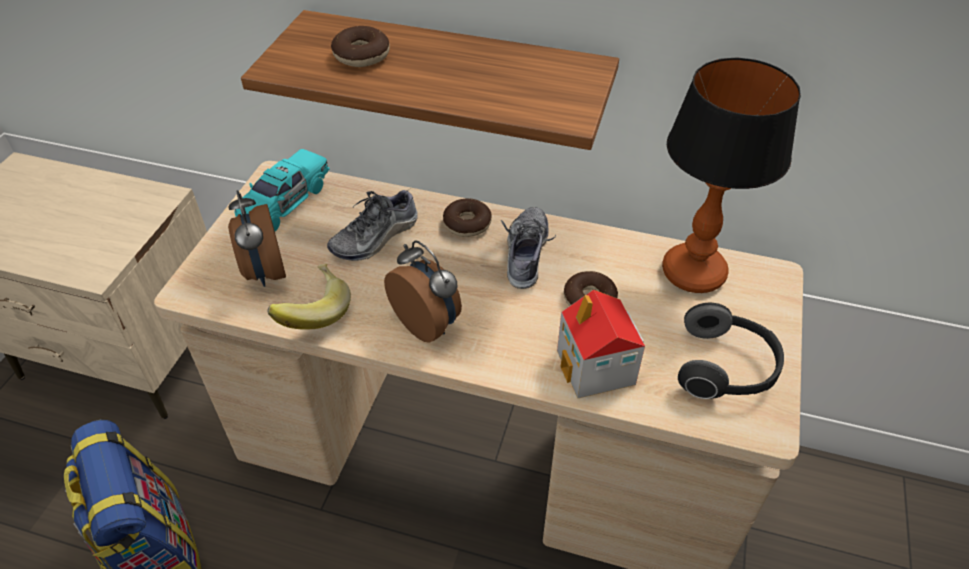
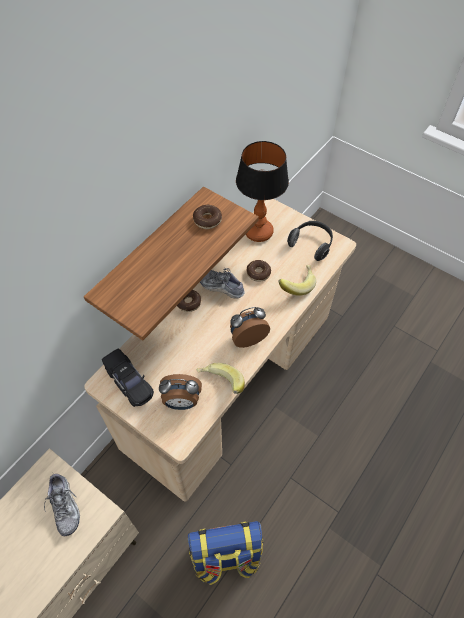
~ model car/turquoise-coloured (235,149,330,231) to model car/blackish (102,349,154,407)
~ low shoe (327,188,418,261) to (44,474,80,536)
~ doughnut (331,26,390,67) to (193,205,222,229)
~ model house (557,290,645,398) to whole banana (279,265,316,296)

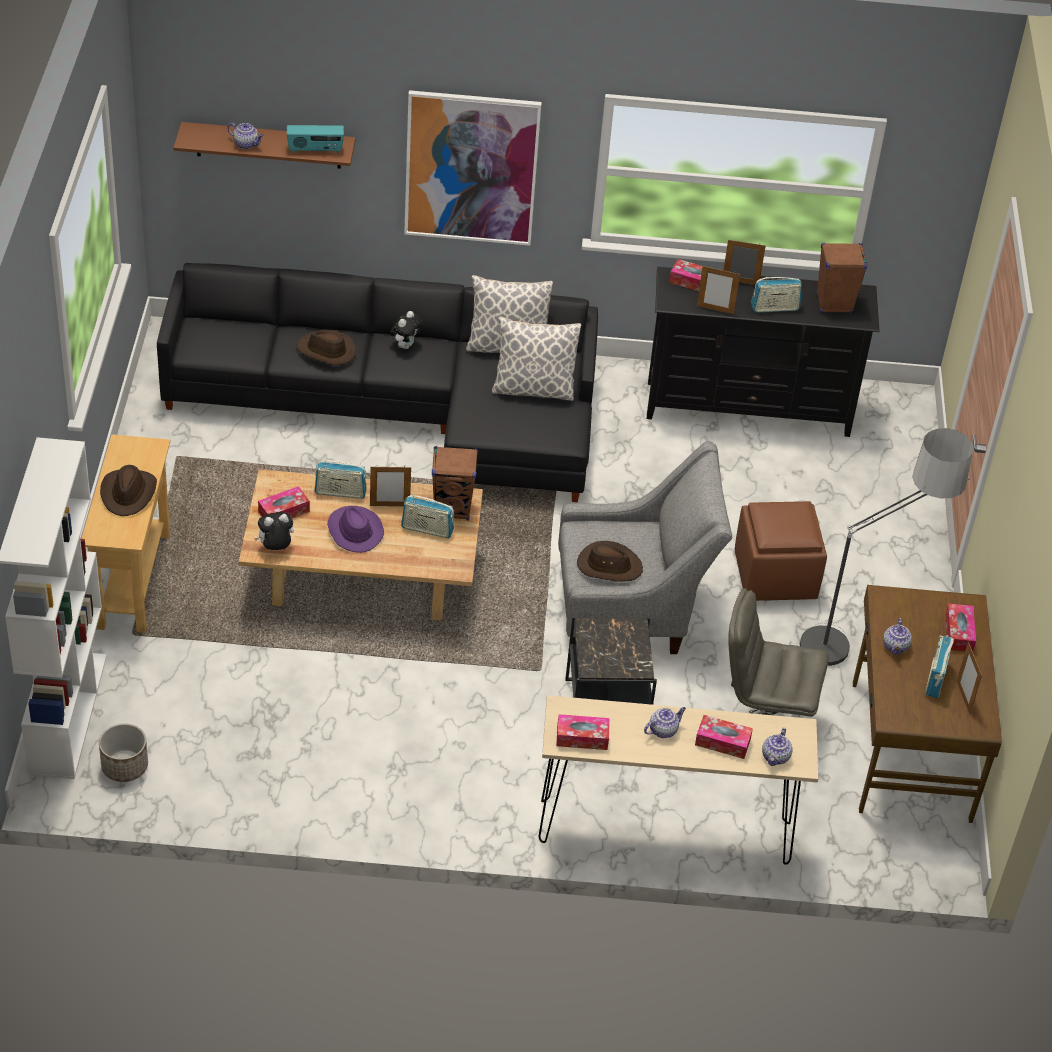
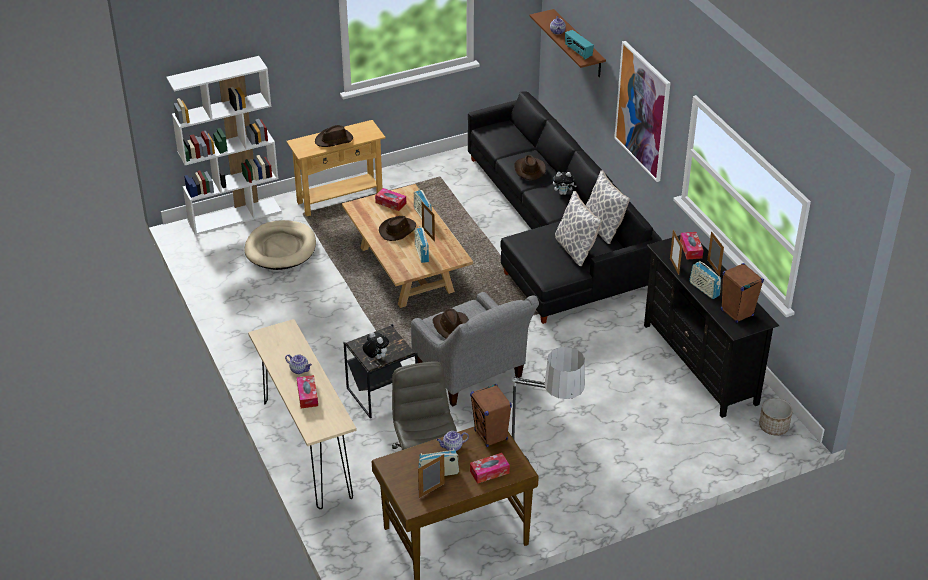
~ plant pot (99,723,148,782) to (759,398,793,436)
~ plush toy (254,512,294,550) to (363,332,389,359)
~ wearable hat/purplish (327,506,384,553) to wearable hat/brown (379,216,416,241)
~ audio speaker/brown (432,446,478,520) to (470,384,512,447)
- tissue box (556,714,610,750)
- ottoman/brown (735,501,827,601)
- pot for tea (762,728,792,766)
+ pet bed/sand-coloured (244,220,316,270)

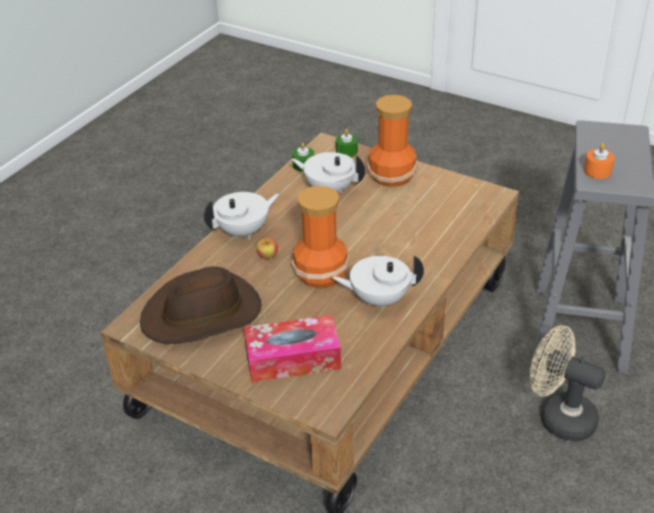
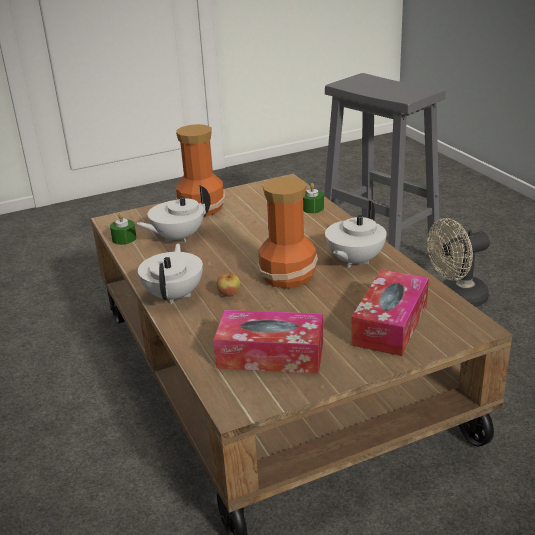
~ wearable hat/brown (140,267,262,344) to tissue box (214,310,323,374)
~ wax candle/green (336,129,358,157) to (303,183,324,213)
- wax candle/orange-coloured (584,143,615,179)

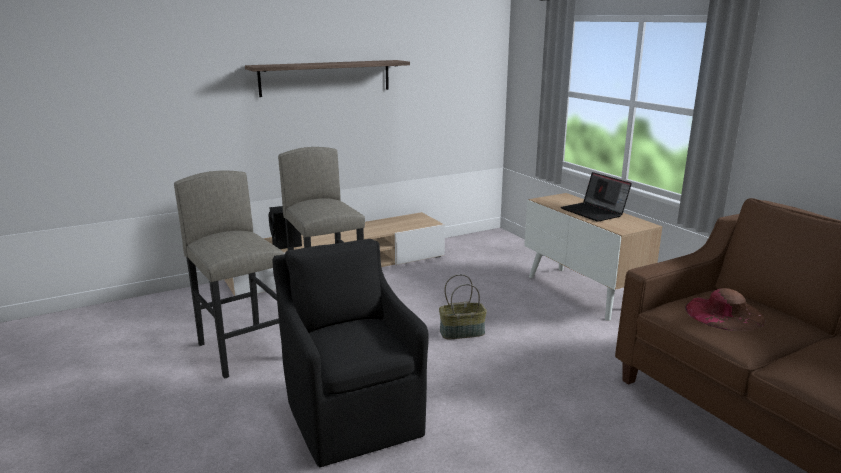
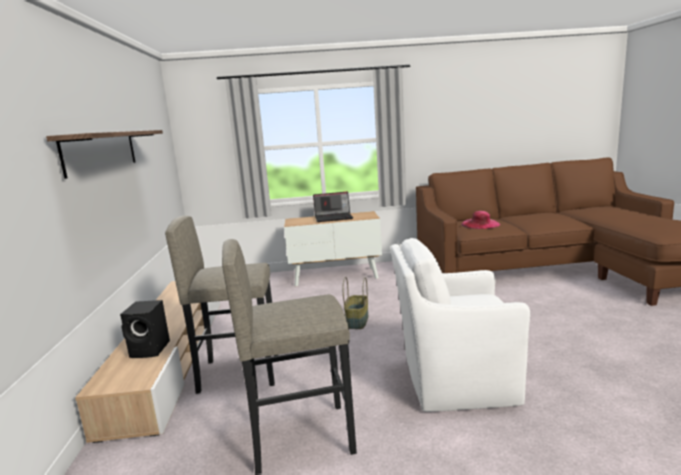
~ easy chair/blackish (273,239,429,467) to easy chair/white-coloured (391,238,530,412)
~ wearable hat/brown (685,288,765,331) to wearable hat/pink-coloured (461,211,500,229)

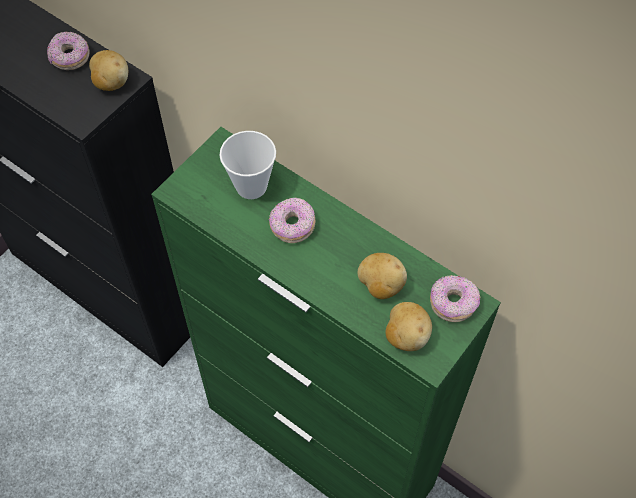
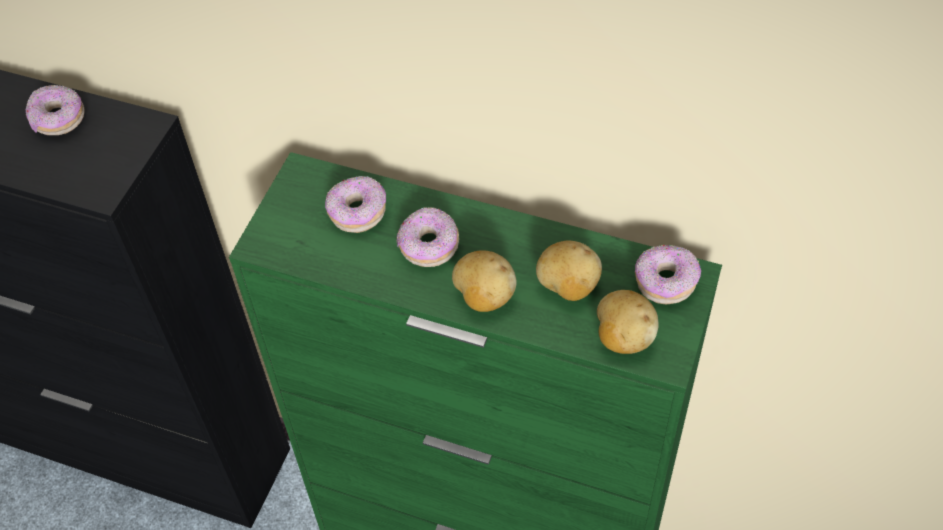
~ spud (89,50,128,91) to (452,250,517,312)
~ drinking cup (219,131,276,199) to doughnut (325,176,386,233)

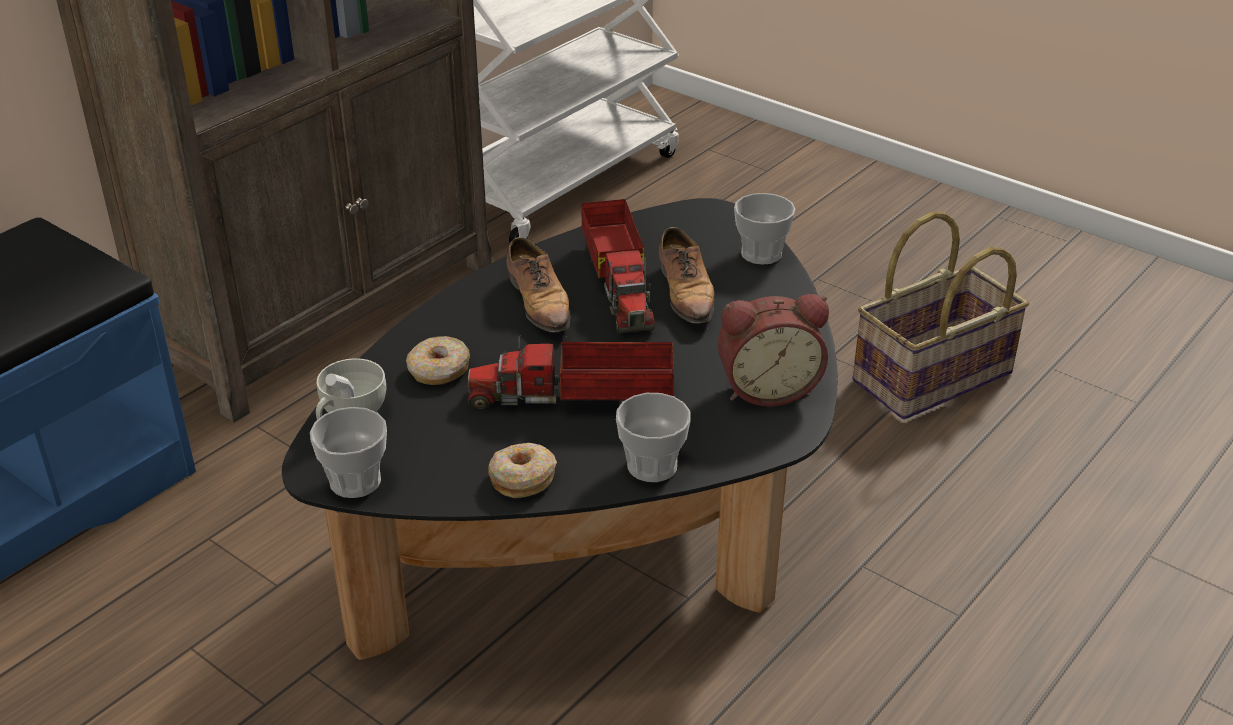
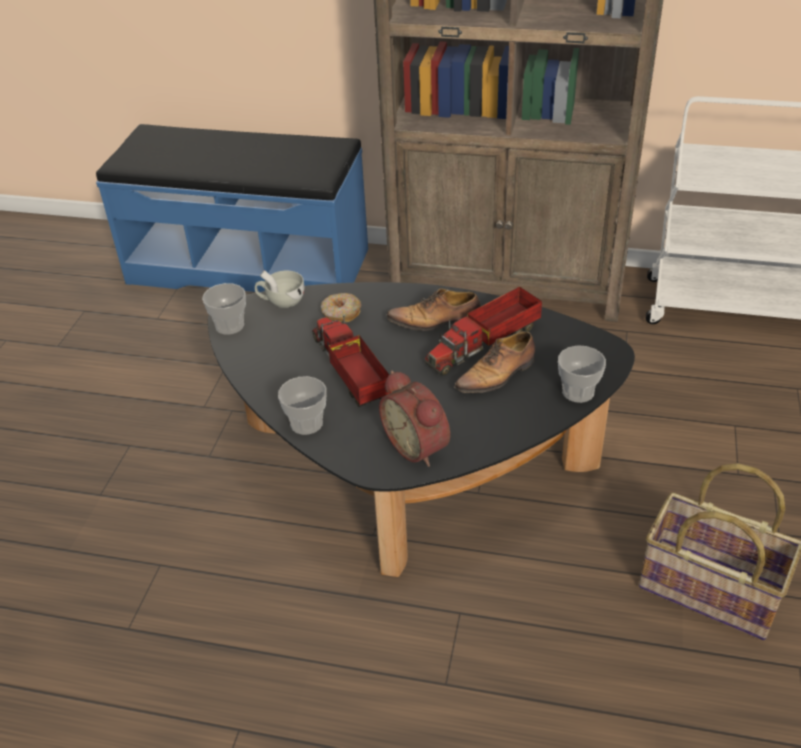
- doughnut (488,443,557,498)
~ low shoe (507,237,571,333) = (387,288,481,331) 45 degrees clockwise

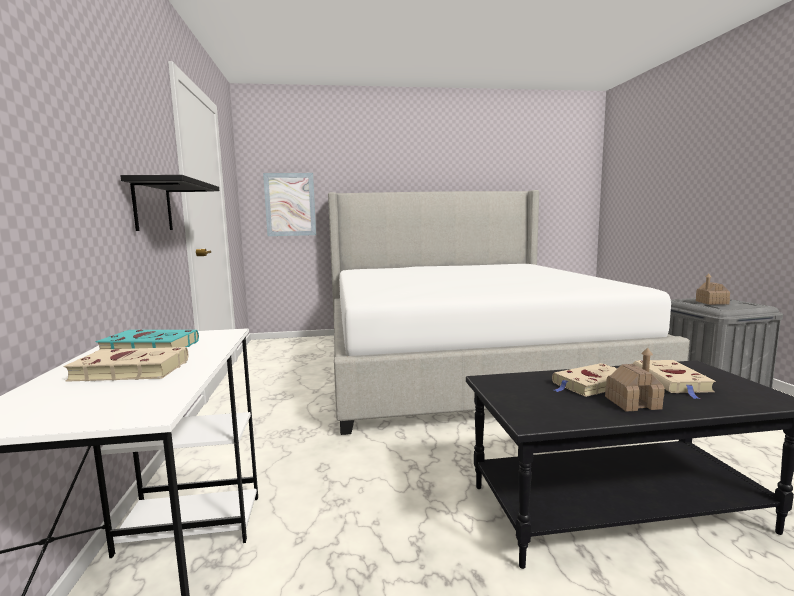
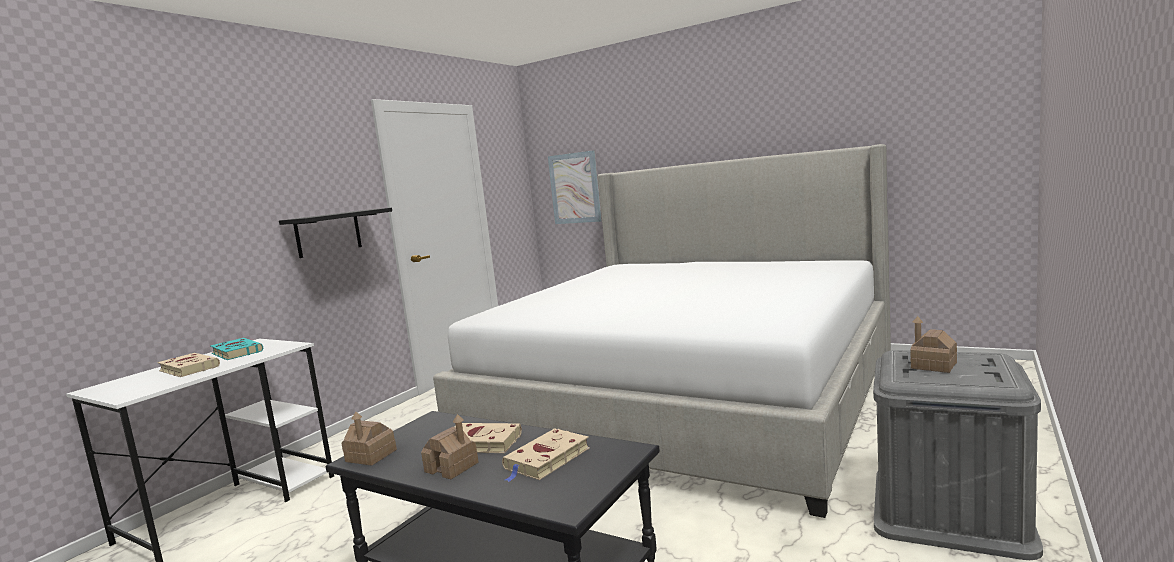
+ model house (341,411,397,466)

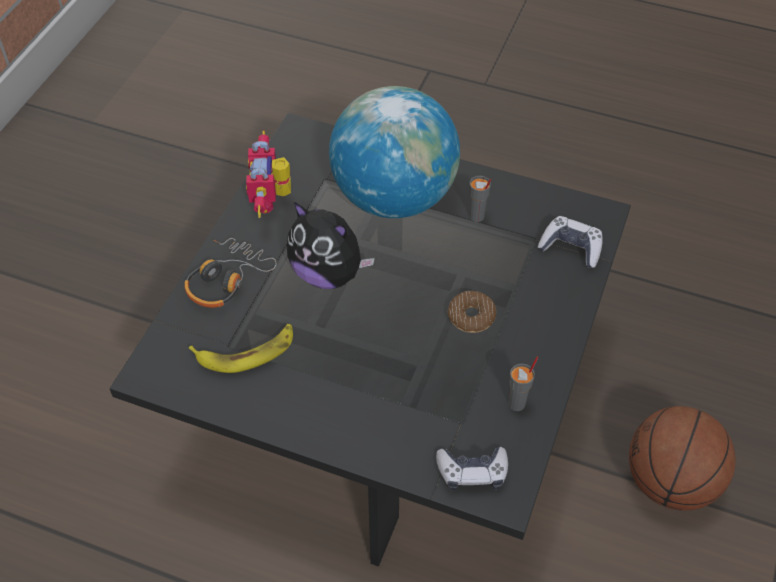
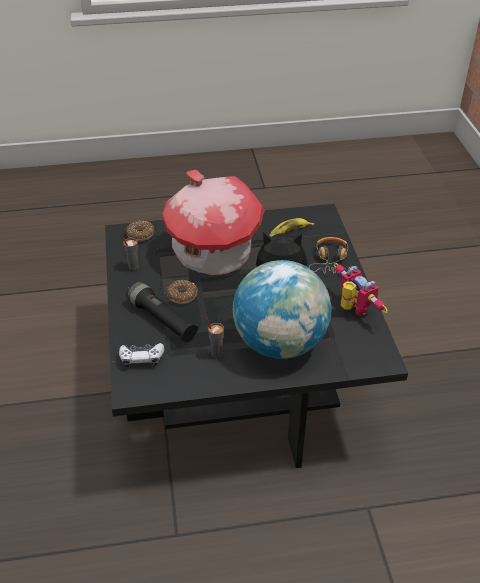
~ joypad (436,447,508,491) to doughnut (126,221,154,241)
- basketball (629,406,735,511)
+ hand torch/blackish (126,281,199,342)
+ model house (163,170,265,275)

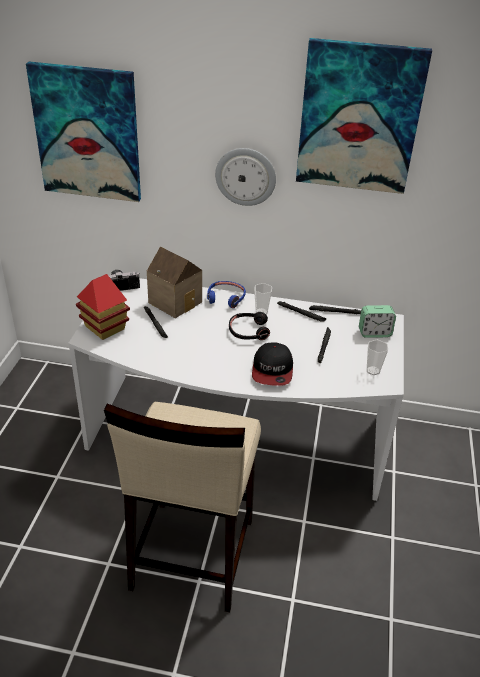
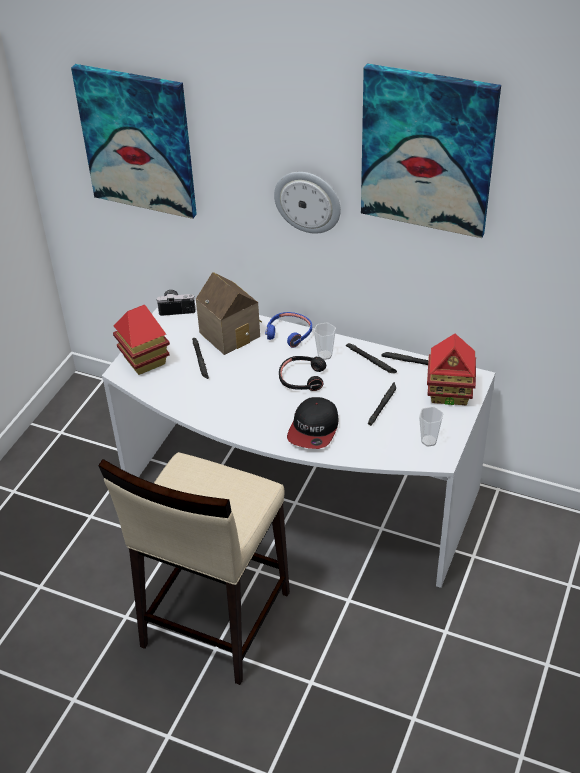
~ alarm clock (359,305,396,338) to model house (427,334,476,405)

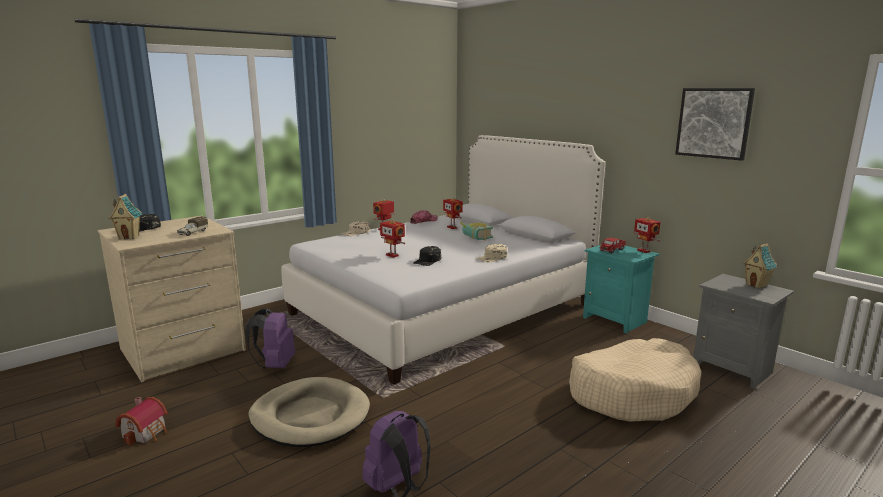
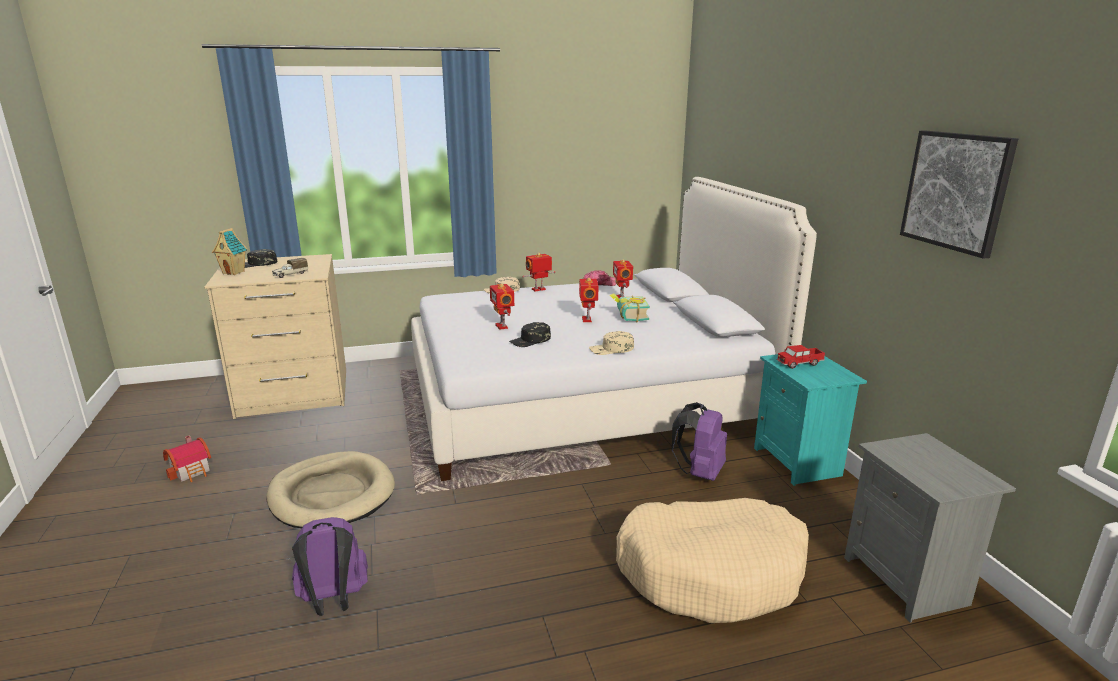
~ knapsack/purplish (245,308,296,368) to (672,402,727,481)
~ toy robot (634,217,660,253) to (579,278,598,322)
- model house (743,244,777,289)

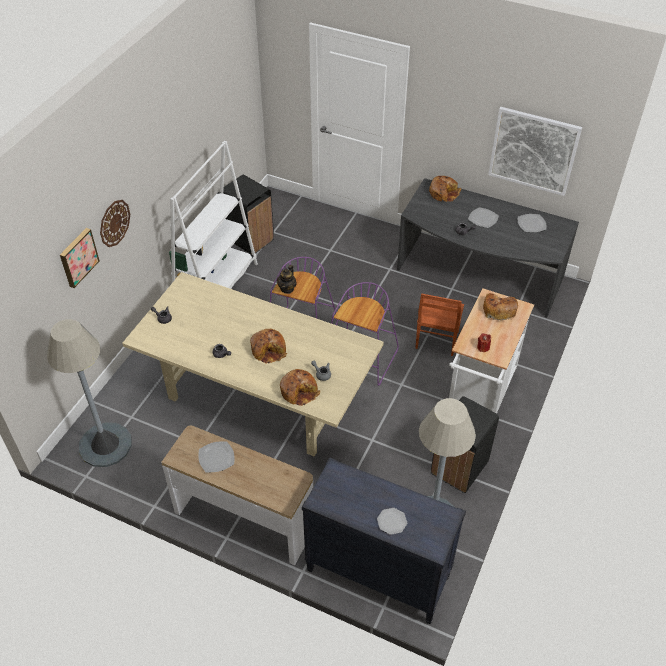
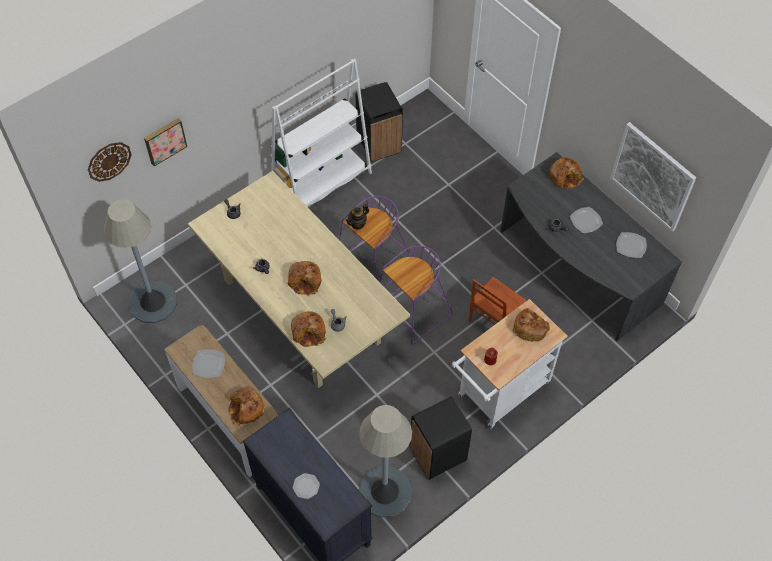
~ hanging clock (100,200,130,247) to (88,142,132,182)
+ bread (228,386,265,426)

